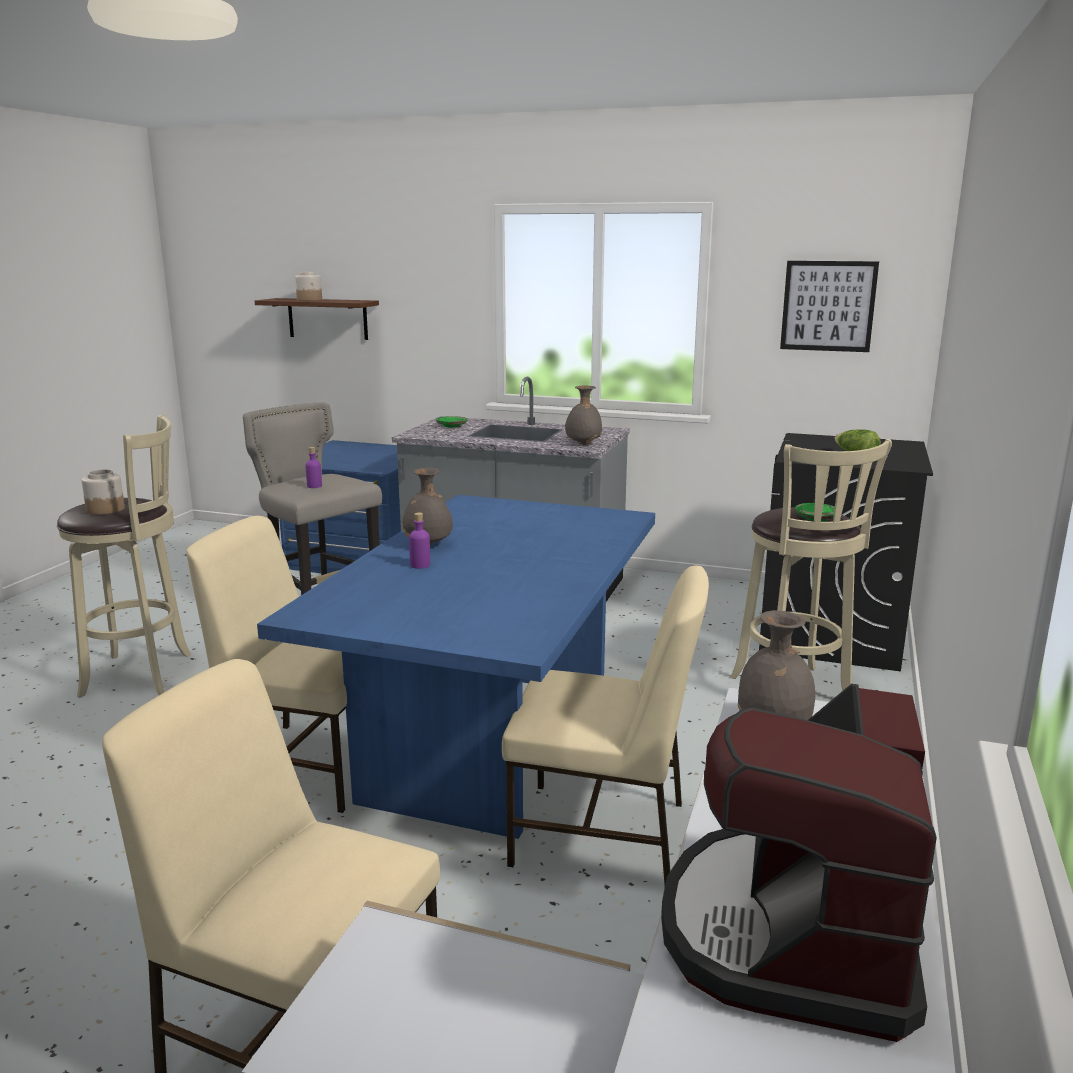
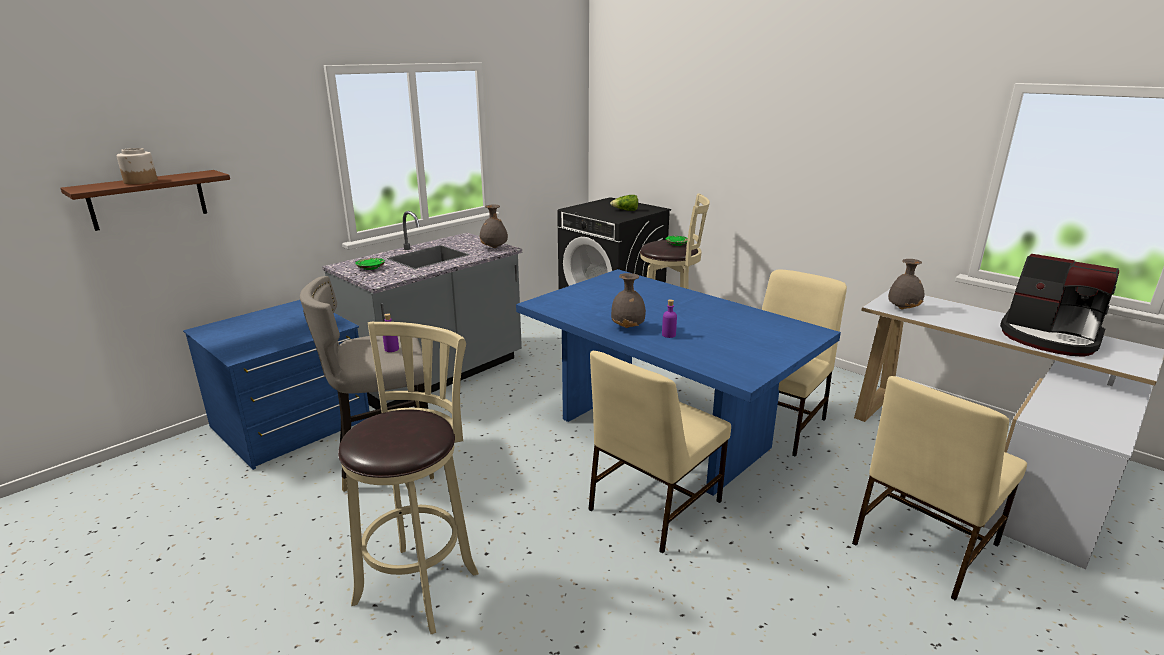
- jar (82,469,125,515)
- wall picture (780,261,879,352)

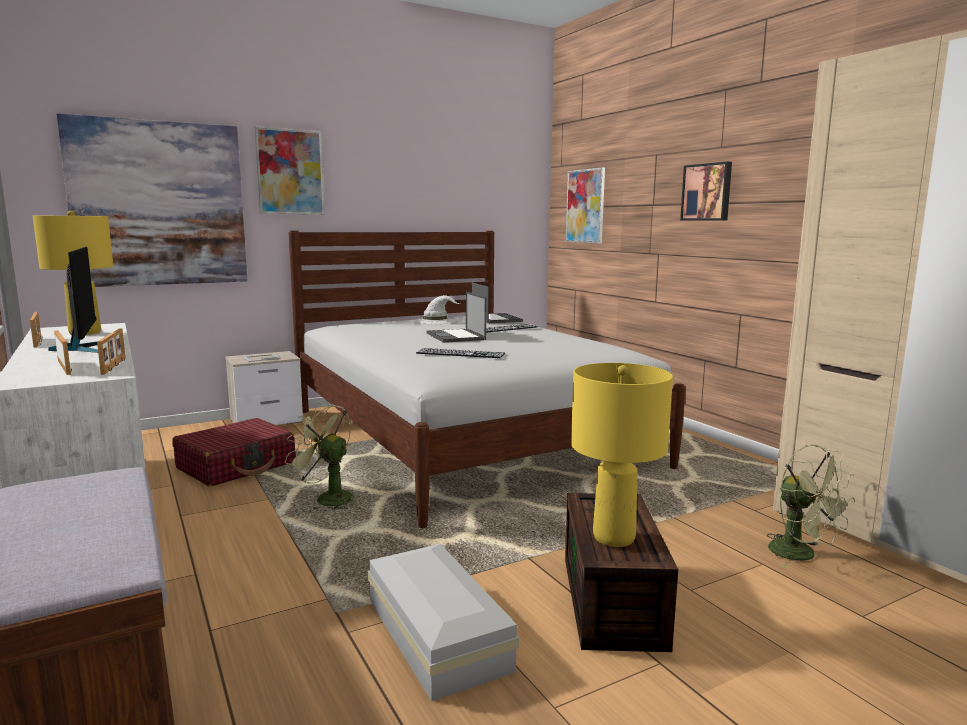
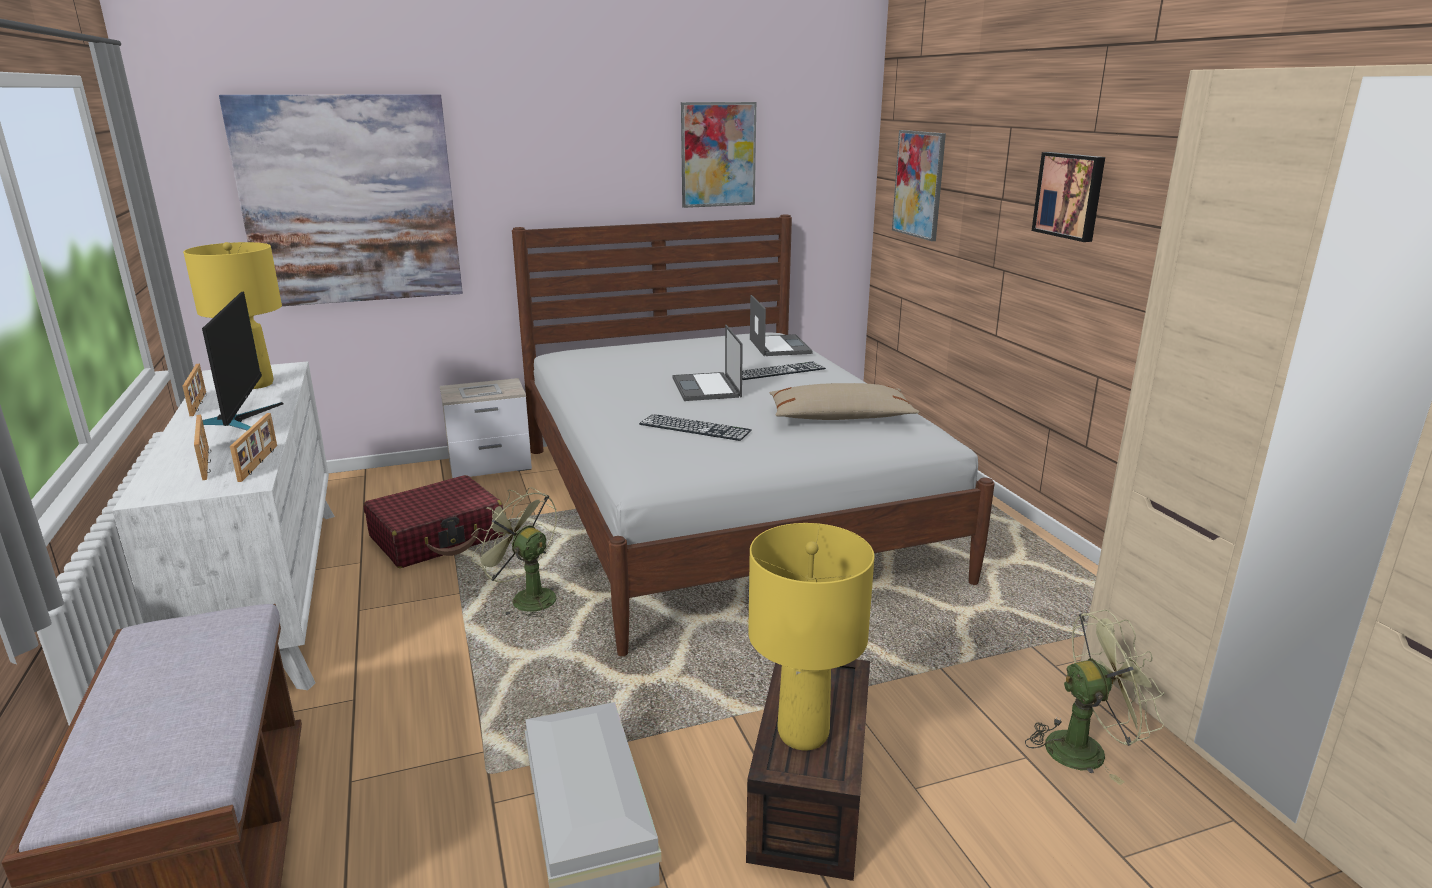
~ wall picture (255,127,324,214) to (681,102,756,208)
- wearable hat/white-coloured (414,295,460,324)
~ electric fan/green (767,444,855,568) = (1025,610,1165,785) 75 degrees counterclockwise
+ pillow/sand-coloured (770,383,919,420)

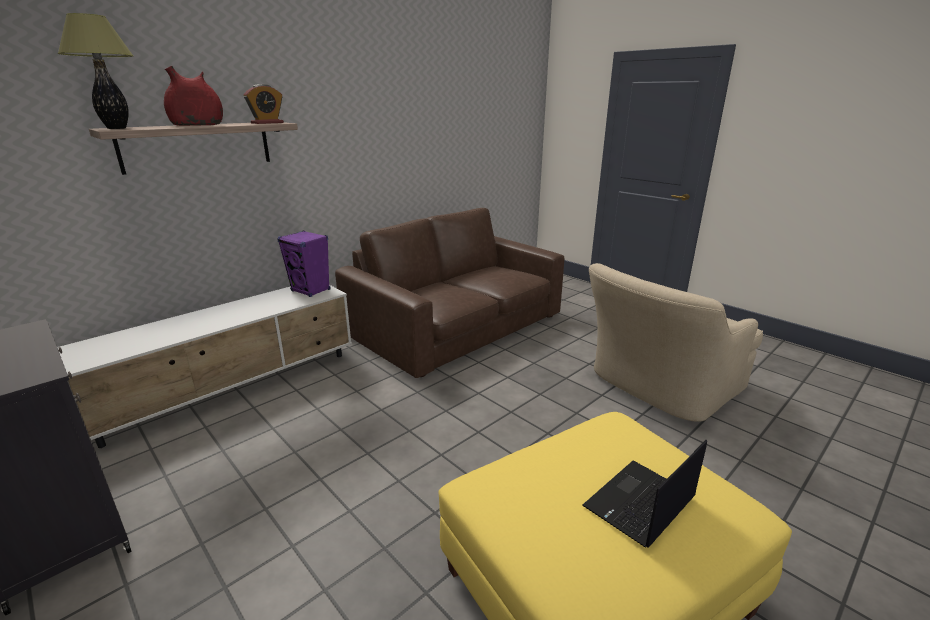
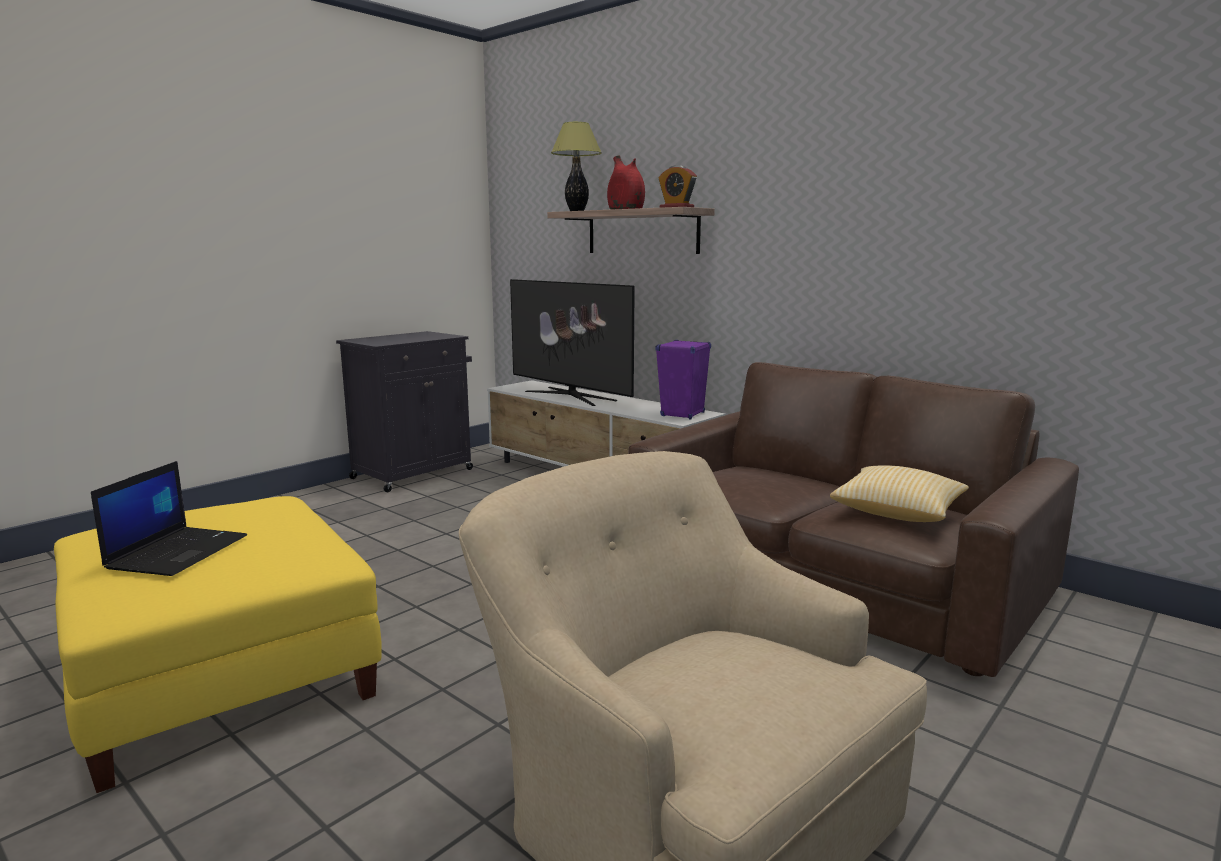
~ notebook computer (582,440,707,548) = (91,461,247,576) 60 degrees clockwise
+ TV (510,279,635,406)
+ pillow (830,465,969,522)

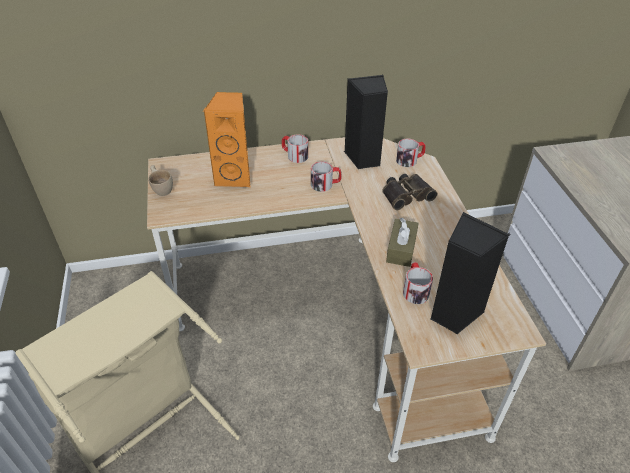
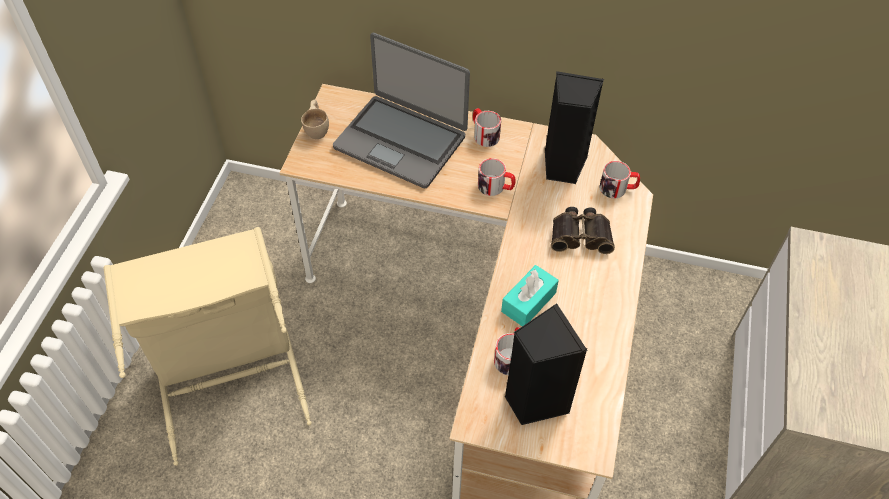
~ audio speaker/orange-coloured (203,92,250,187) to notebook computer (333,33,470,188)
~ tissue box/brown (386,218,419,267) to tissue box/turquoise-coloured (501,265,559,326)

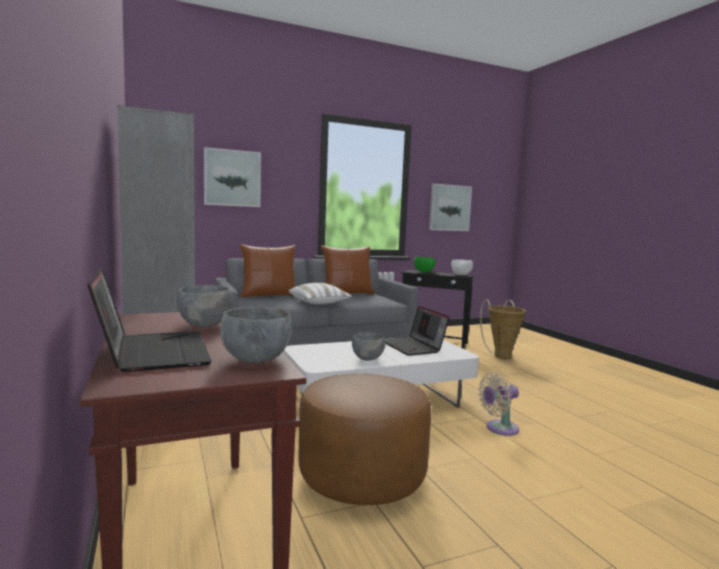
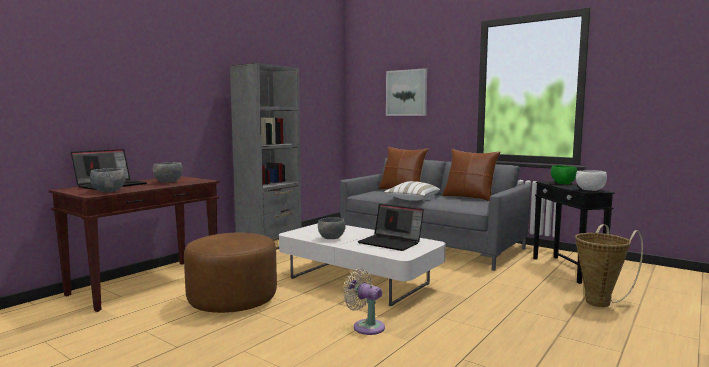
~ notebook computer (385,306,449,356) = (357,204,424,251) 90 degrees counterclockwise
- wall picture (429,183,472,231)

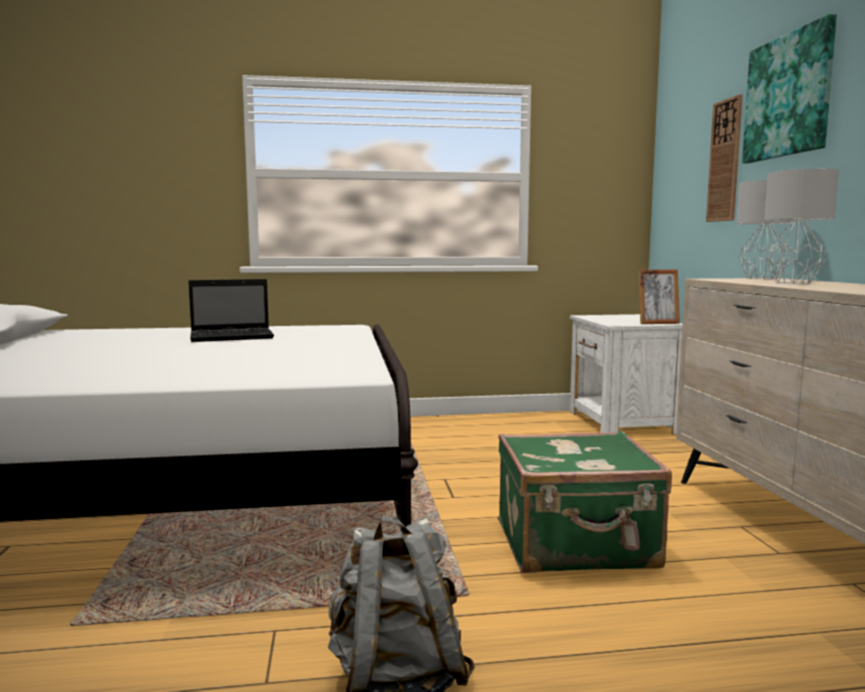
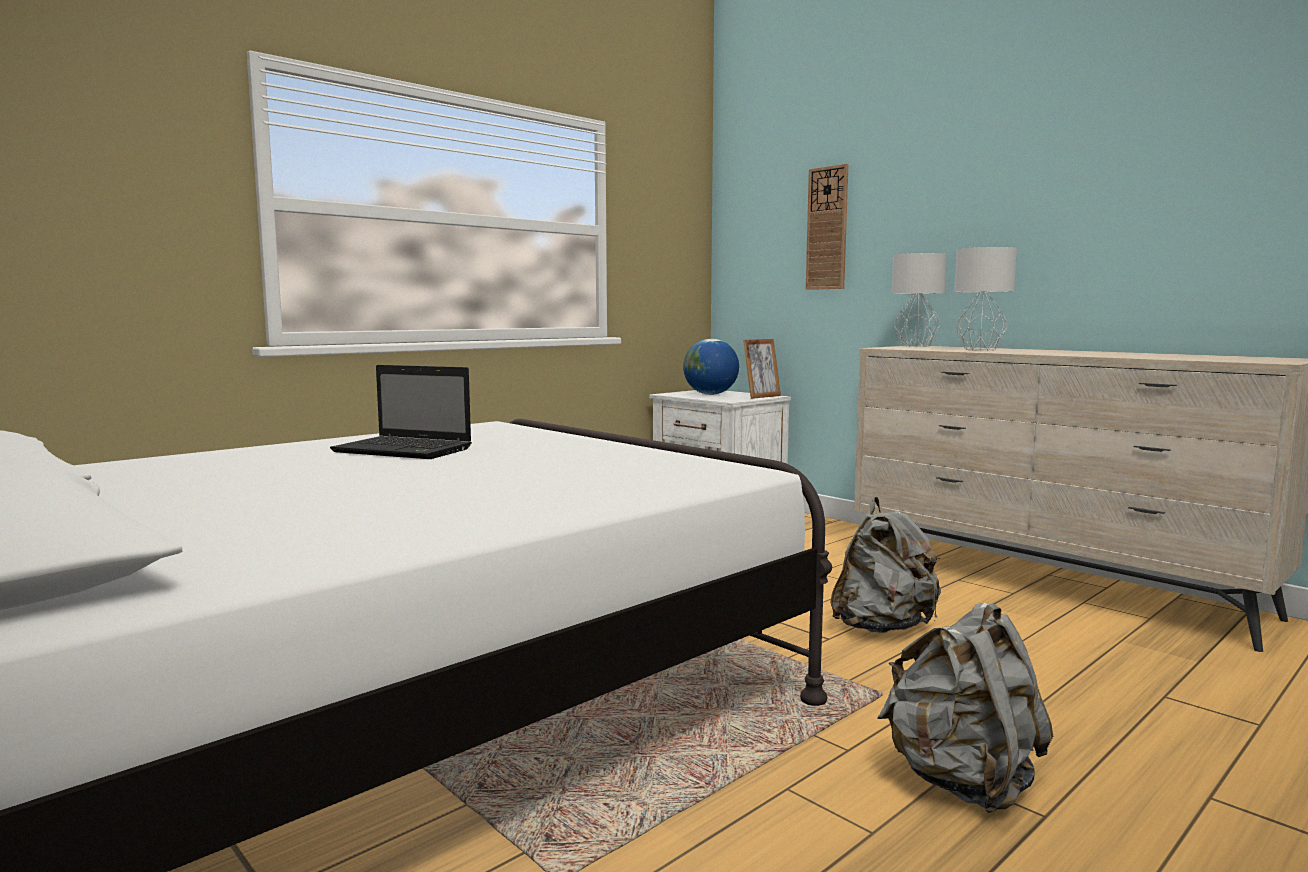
~ notebook computer (188,279,274,342) = (330,365,472,459) 75 degrees clockwise
~ travel case/green (499,431,672,573) to knapsack/greyish (830,497,941,633)
- wall picture (742,14,837,163)
+ globe (683,339,739,395)

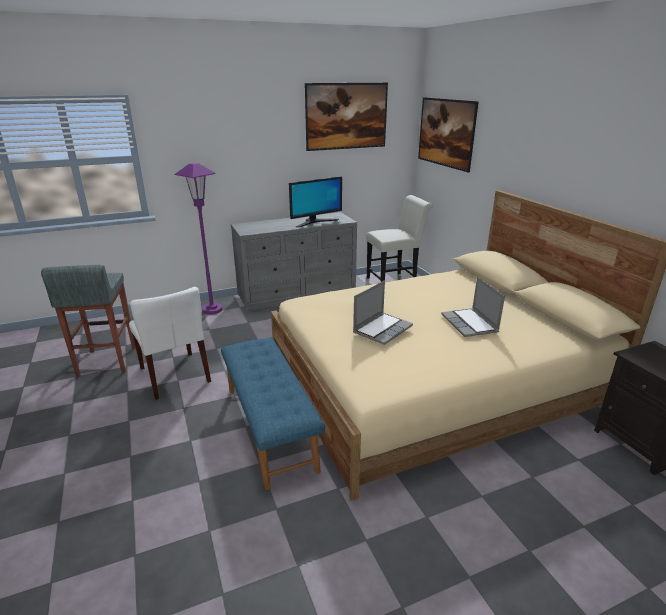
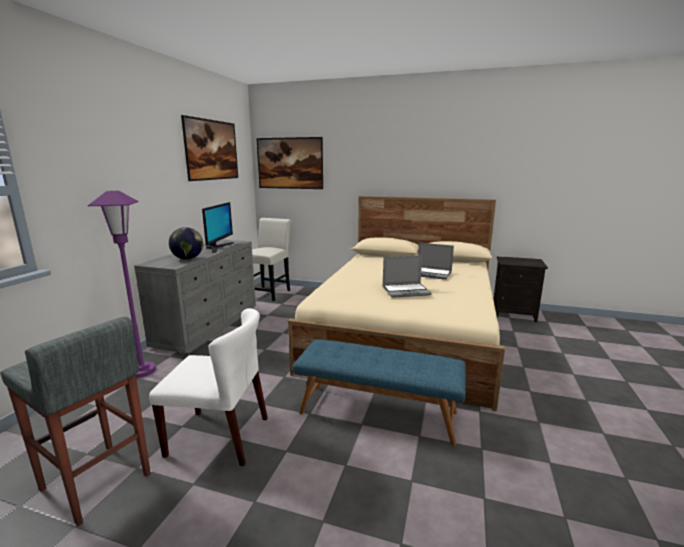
~ notebook computer (353,280,413,345) = (382,255,432,298) 90 degrees clockwise
+ globe (169,227,203,260)

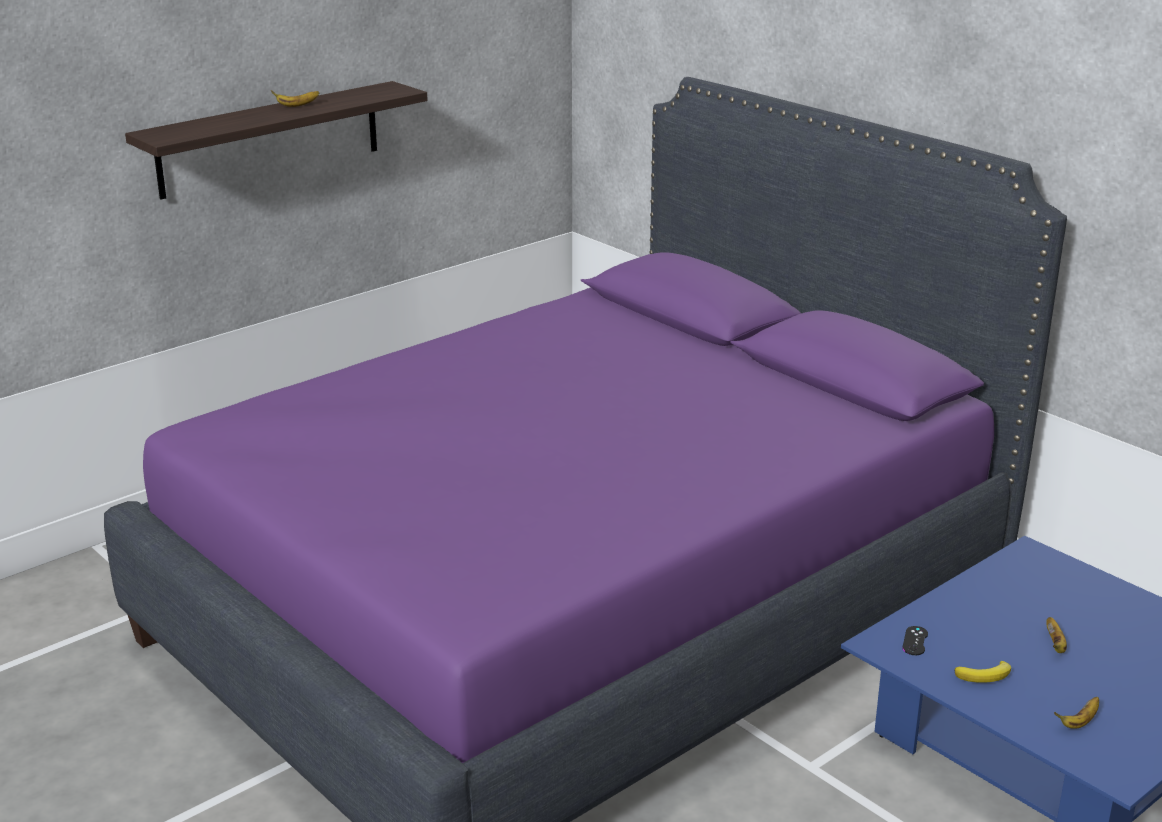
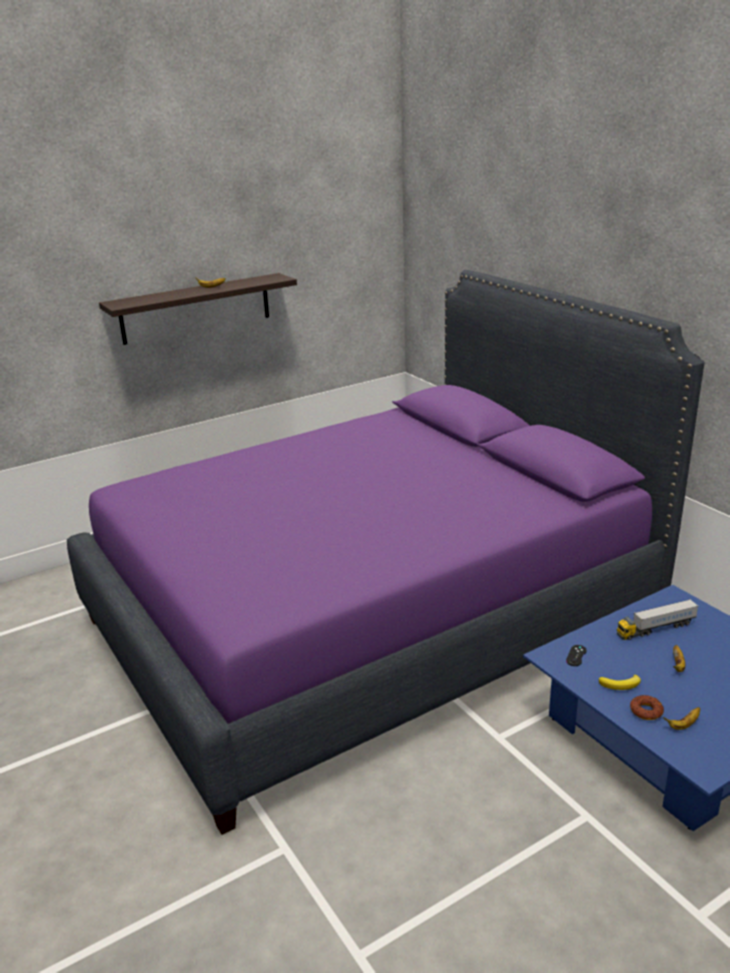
+ toy truck (617,599,698,640)
+ doughnut (630,695,664,720)

